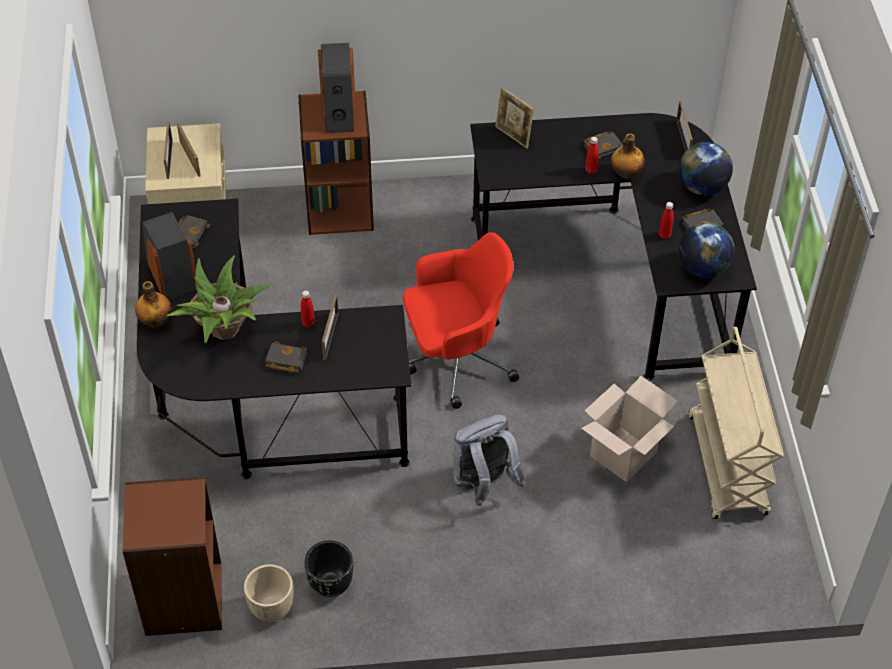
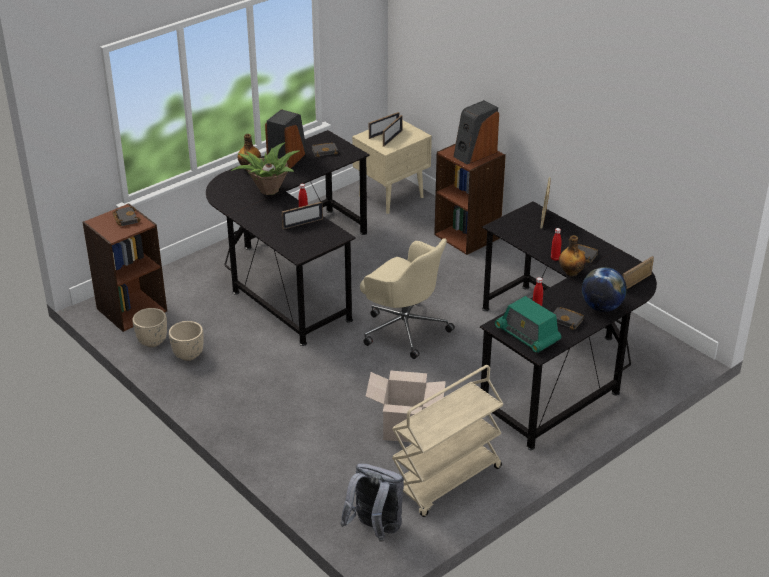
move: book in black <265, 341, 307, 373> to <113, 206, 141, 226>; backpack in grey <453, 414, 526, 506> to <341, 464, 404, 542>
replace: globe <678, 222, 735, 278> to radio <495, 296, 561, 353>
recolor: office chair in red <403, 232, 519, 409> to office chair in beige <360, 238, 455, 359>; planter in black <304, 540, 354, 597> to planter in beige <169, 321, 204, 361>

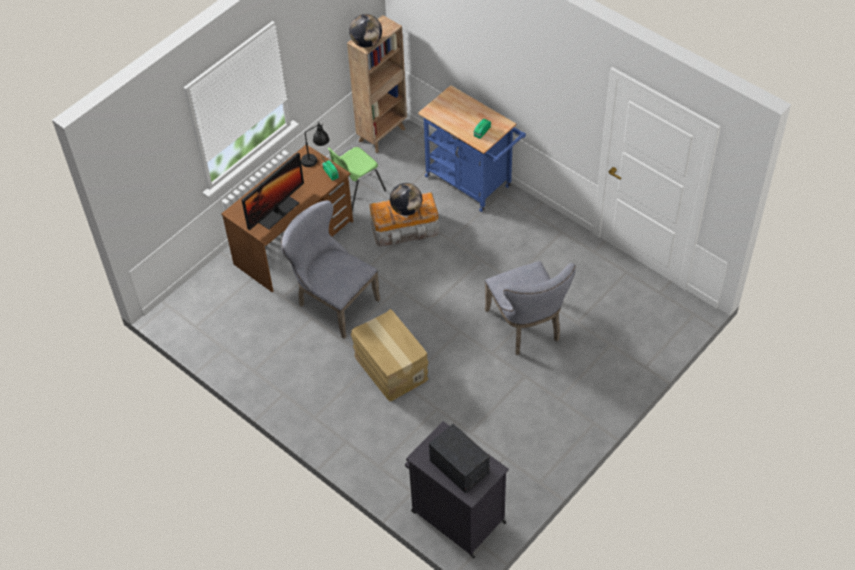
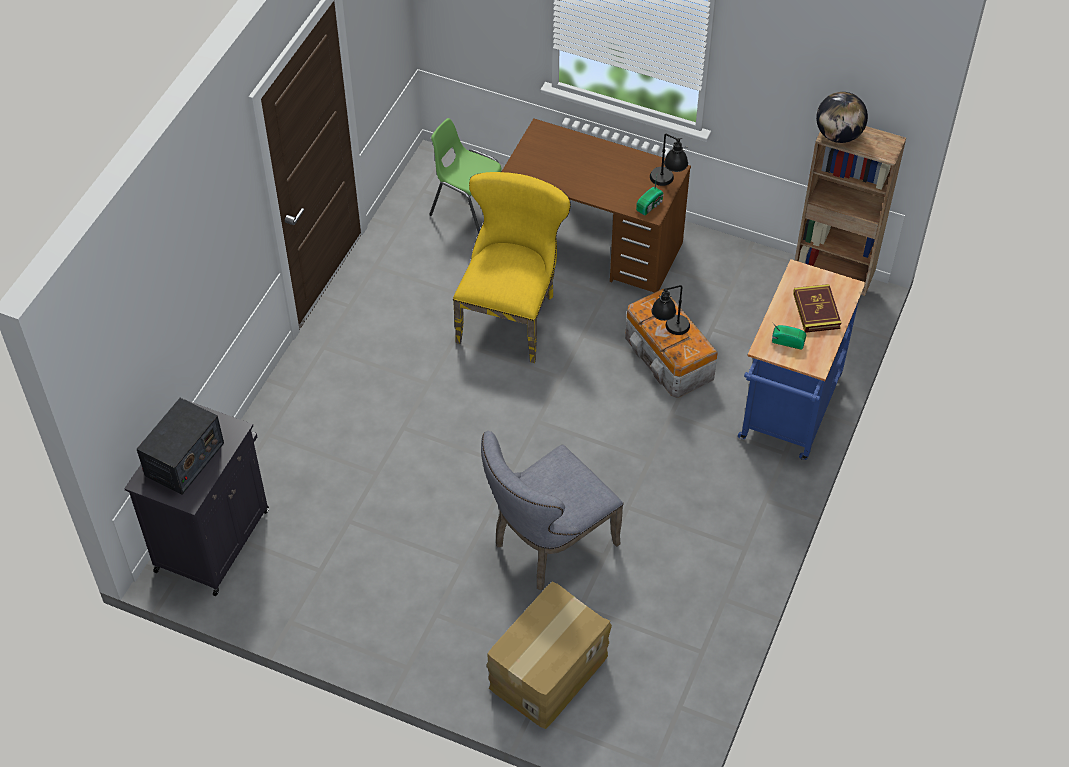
delete: monitor <242, 152, 304, 230>
insert: book <793, 284, 841, 333>
move: chair in green <328, 147, 386, 211> to <429, 118, 502, 233>; cardboard box <351, 309, 428, 401> to <487, 581, 612, 729>
replace: globe <390, 183, 422, 216> to table lamp in black <652, 285, 690, 335>
recolor: chair in grey <281, 200, 380, 339> to chair in yellow <453, 172, 571, 363>

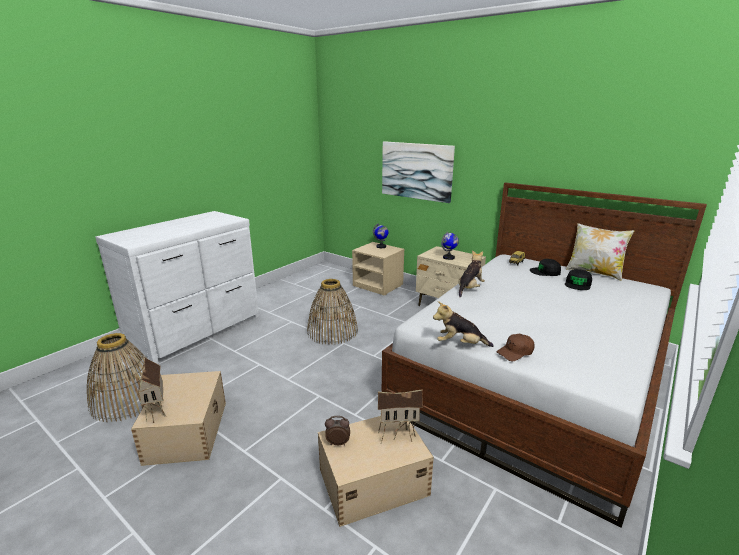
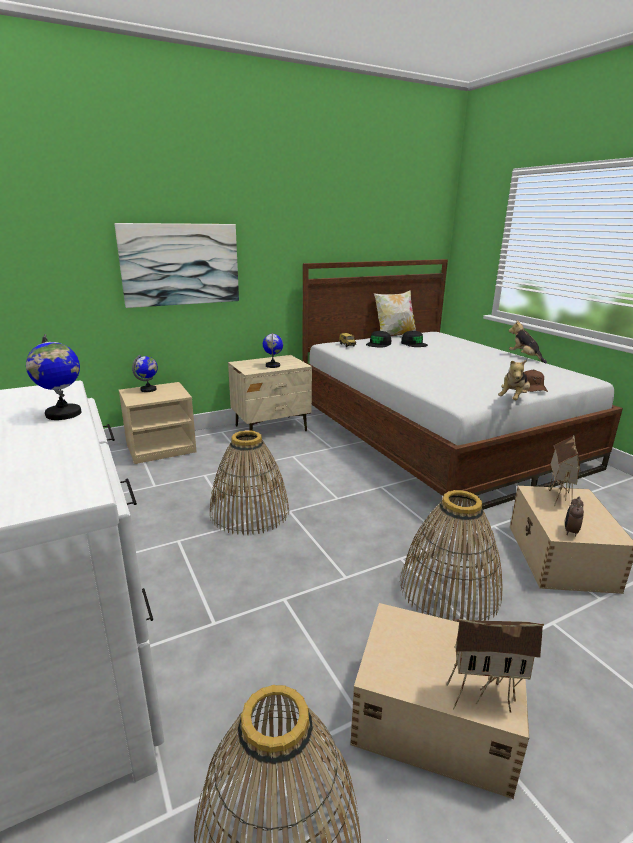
insert: globe <26, 334, 81, 420>; basket <400, 490, 503, 622>
move: plush toy <459, 250, 485, 297> to <509, 320, 547, 363>

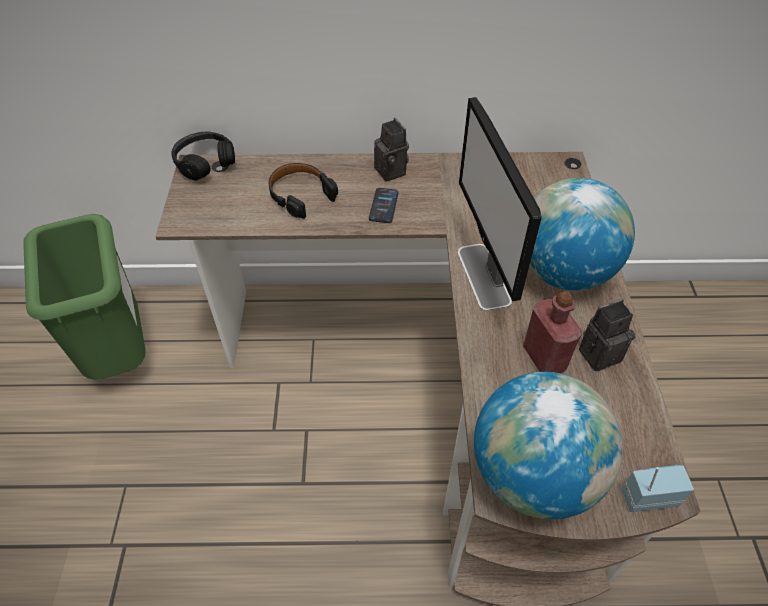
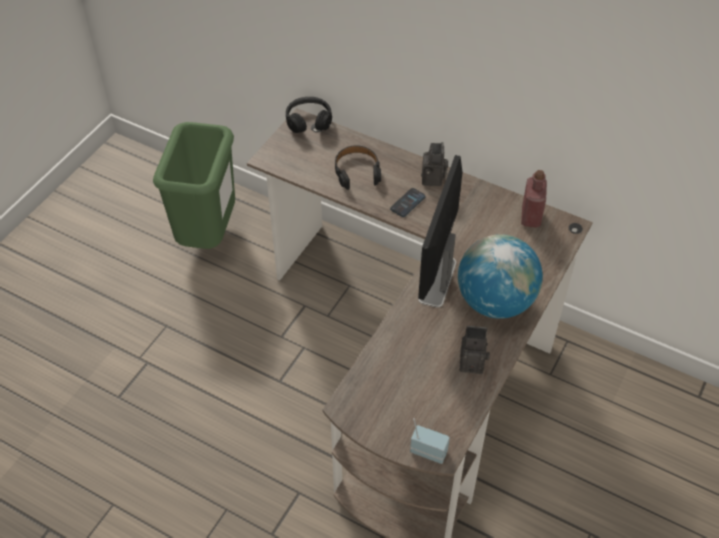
delete: globe <474, 372, 623, 519>
move: bottle in red <523, 291, 583, 373> to <521, 170, 547, 228>

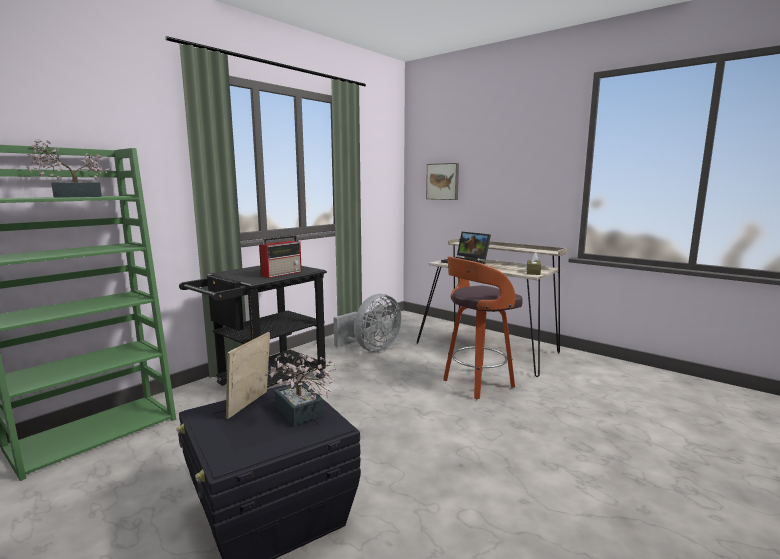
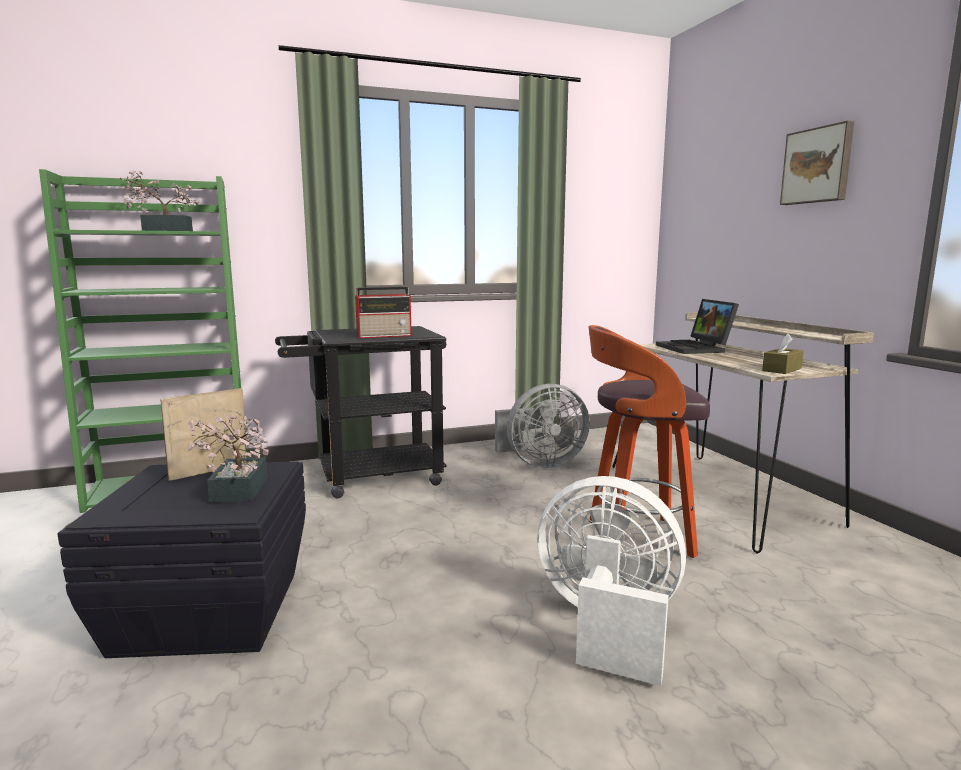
insert: fan in white <537, 476, 686, 686>
move: picture <426, 163, 459, 200> to <780, 121, 854, 205>

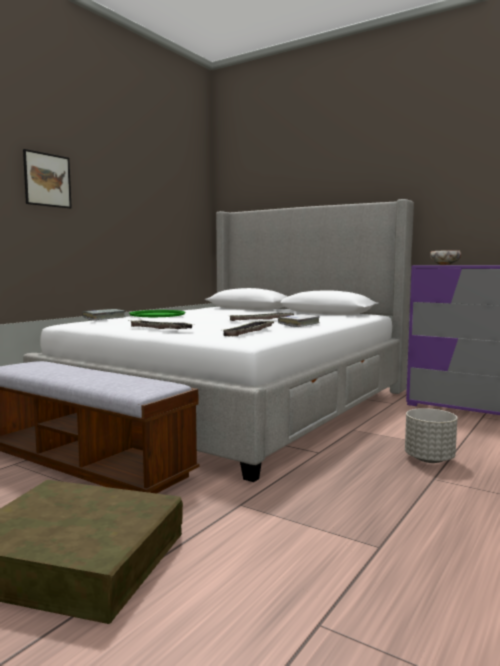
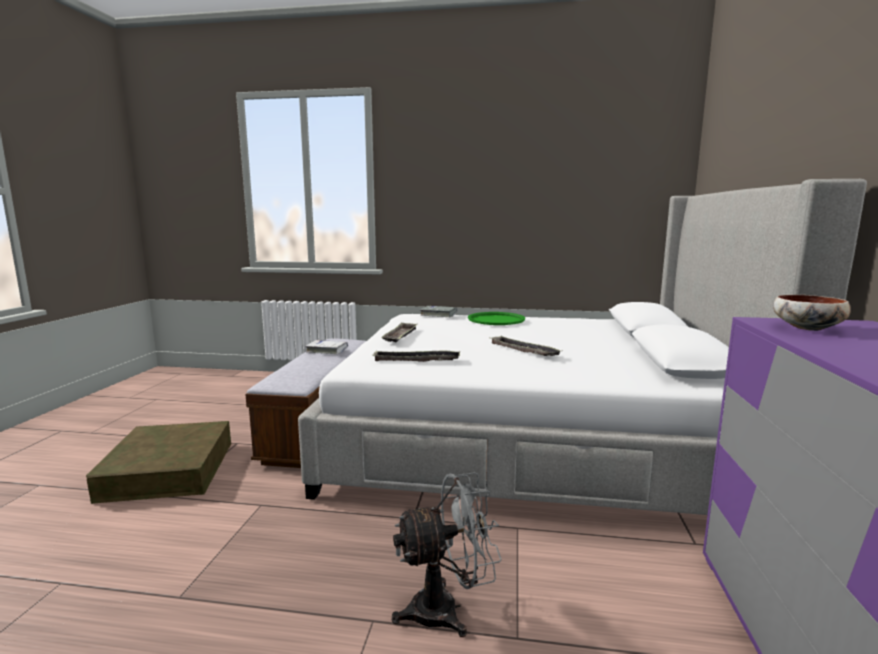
delete: picture <23, 149, 72, 208>
move: book in white <278, 314, 320, 327> to <305, 340, 348, 354>
replace: planter in grey <405, 408, 457, 463> to fan in grey <391, 472, 502, 637>

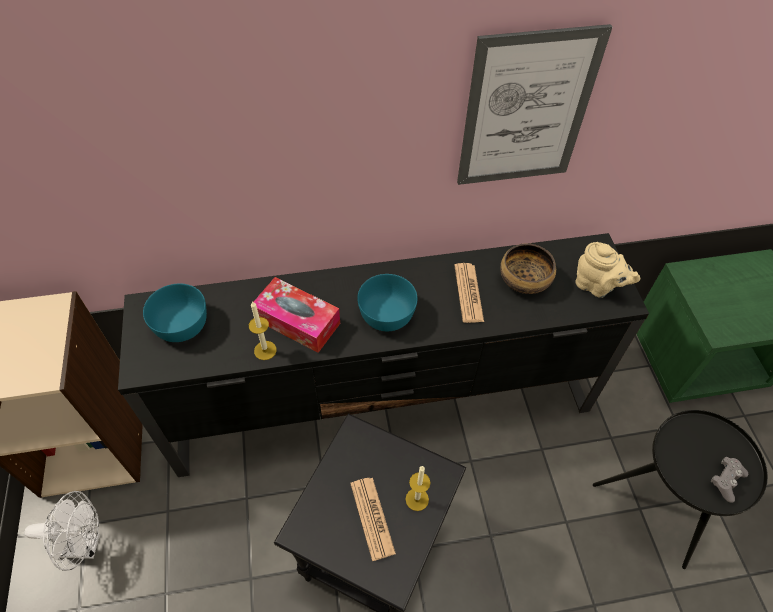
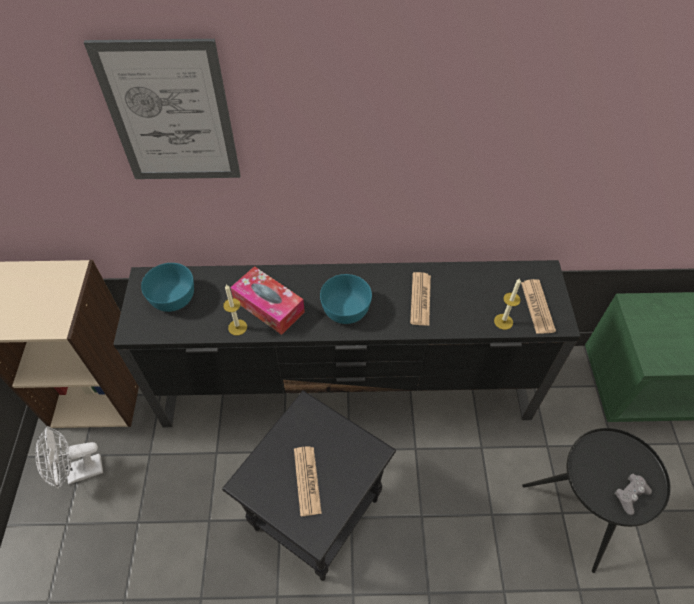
delete: bowl <500, 243, 556, 294>
move: picture <457, 24, 612, 185> to <84, 39, 241, 179>; candle <406, 466, 430, 511> to <494, 279, 521, 330>
replace: teapot in beige <575, 242, 640, 298> to newspaper <521, 279, 556, 334>
rotate: fan in white <24, 491, 100, 571> = <35, 426, 103, 489> 150 degrees clockwise

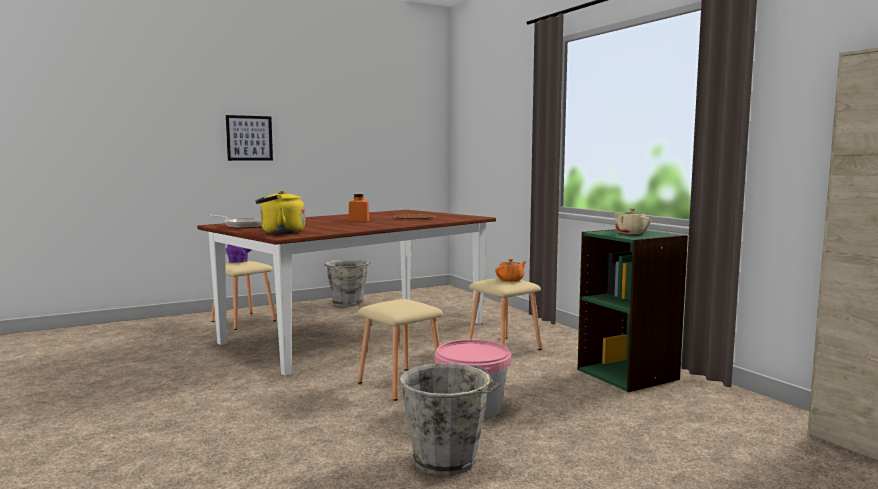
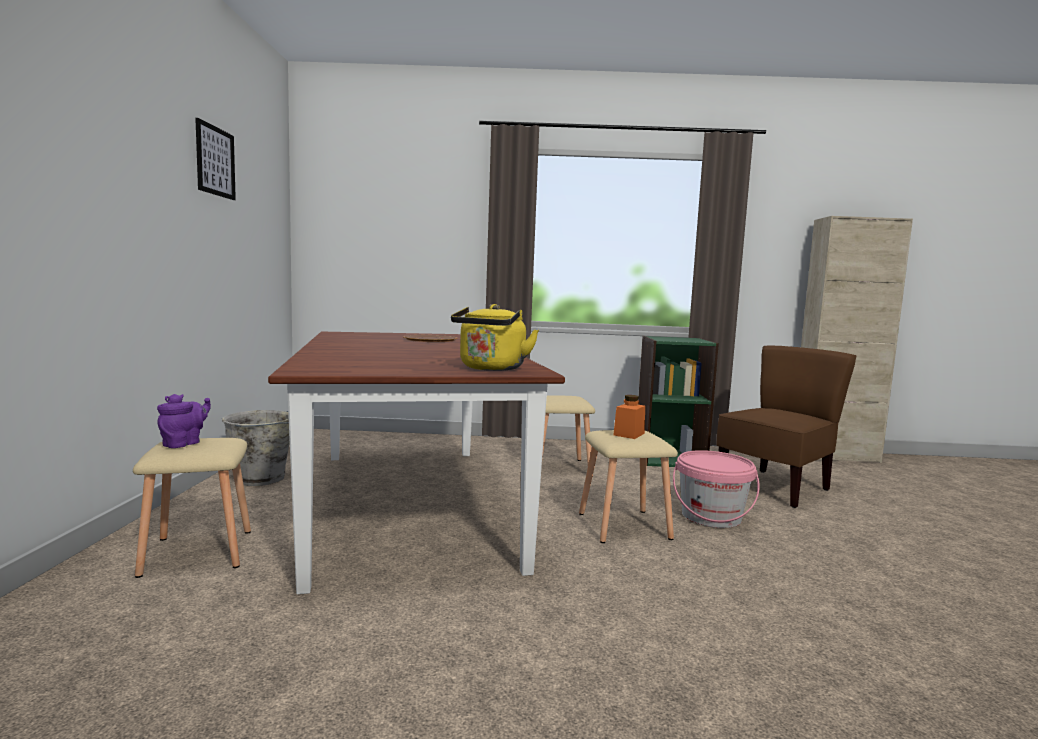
delete: teapot in beige <613, 208, 651, 234>; frying pan <208, 215, 262, 229>; teapot in orange <495, 259, 527, 282>; bucket in grey <399, 363, 500, 476>
insert: chair in brown <717, 346, 856, 508>
move: picture <226, 115, 273, 161> to <195, 118, 236, 200>; jar in orange <348, 194, 369, 222> to <613, 395, 645, 439>

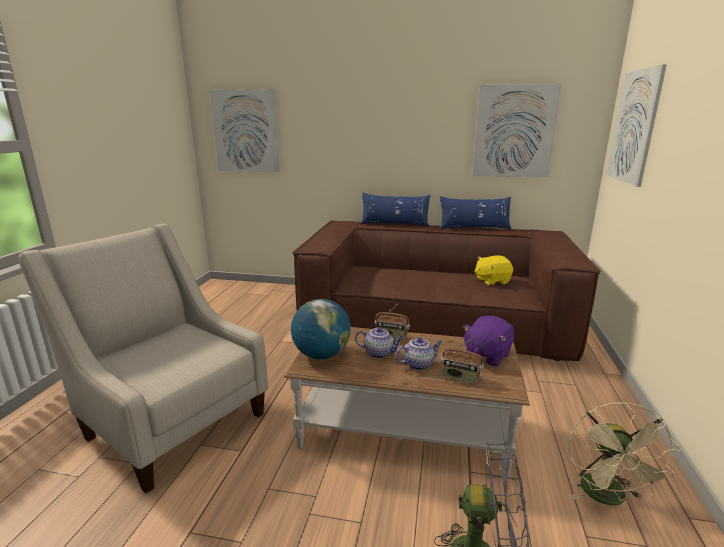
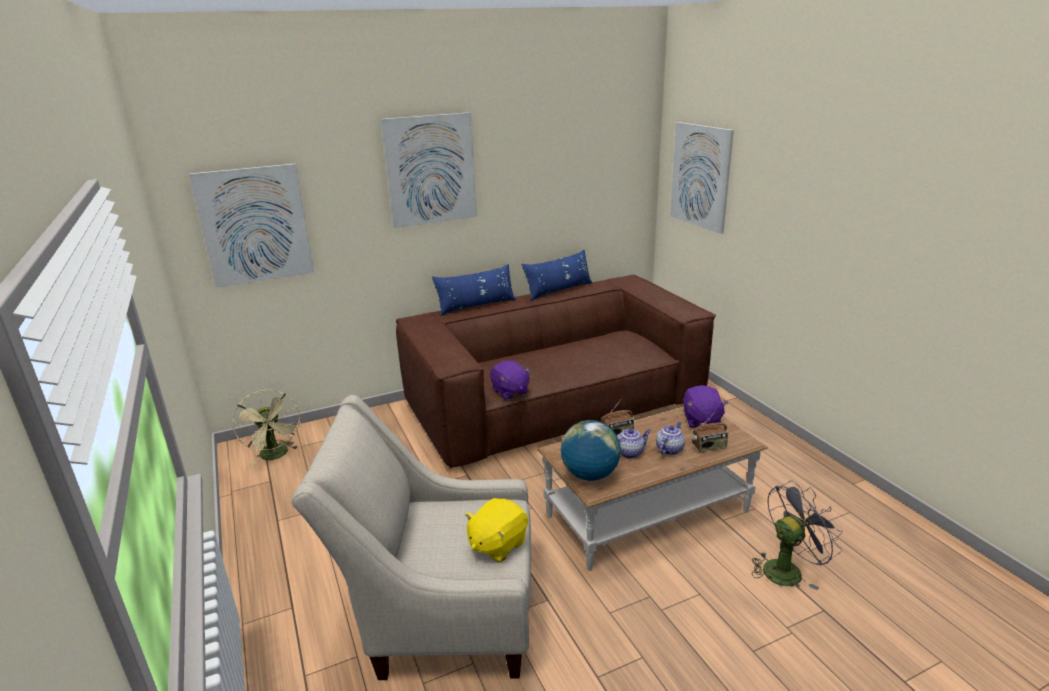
insert: plush toy in purple <490, 360, 531, 400>
move: picture <472, 84, 561, 177> to <381, 112, 477, 228>; plush toy in yellow <474, 255, 513, 286> to <465, 498, 528, 562>; fan in beige <569, 402, 681, 506> to <232, 390, 301, 465>

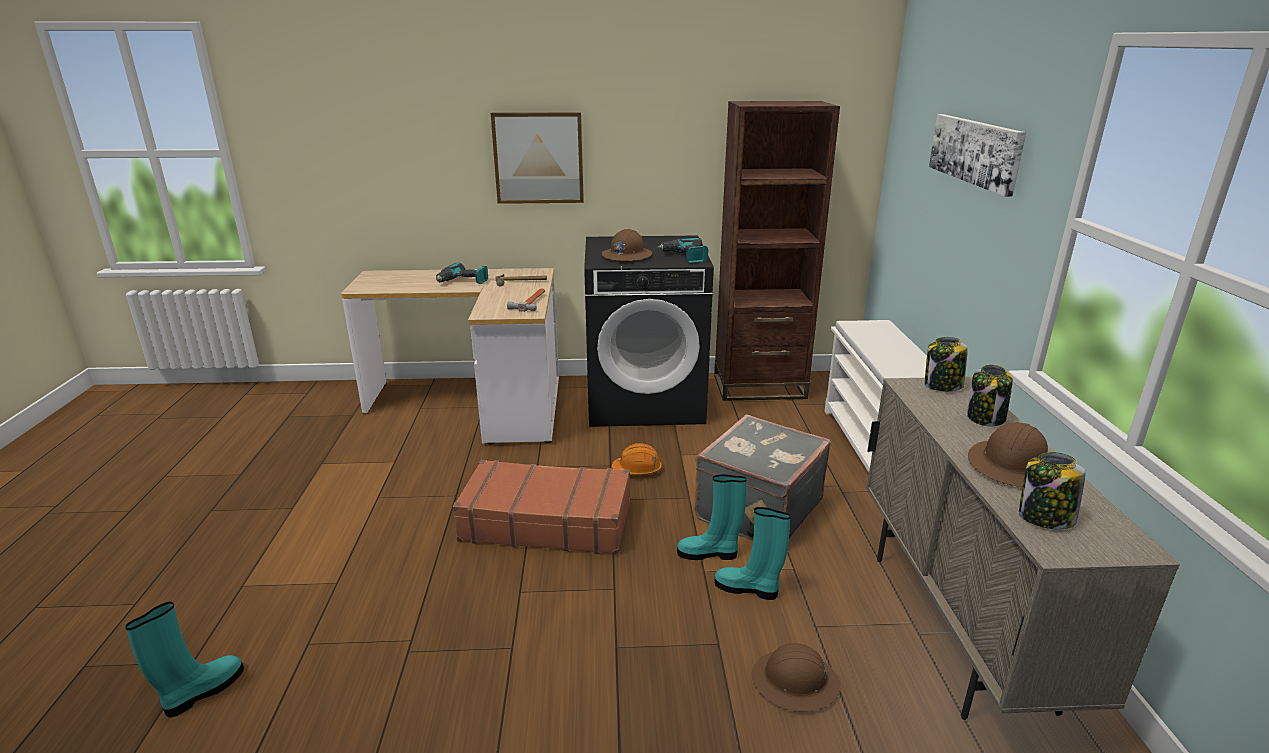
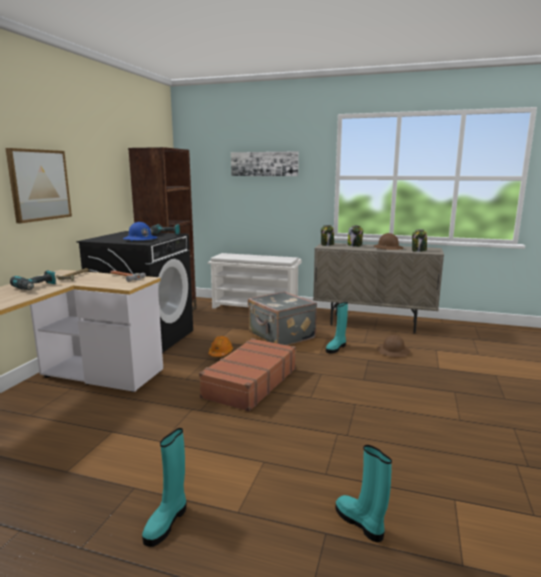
move: boot in turquoise <677, 474, 747, 560> to <142, 428, 186, 547>
recolor: hard hat in brown <602, 229, 652, 261> to hard hat in blue <123, 222, 157, 241>

